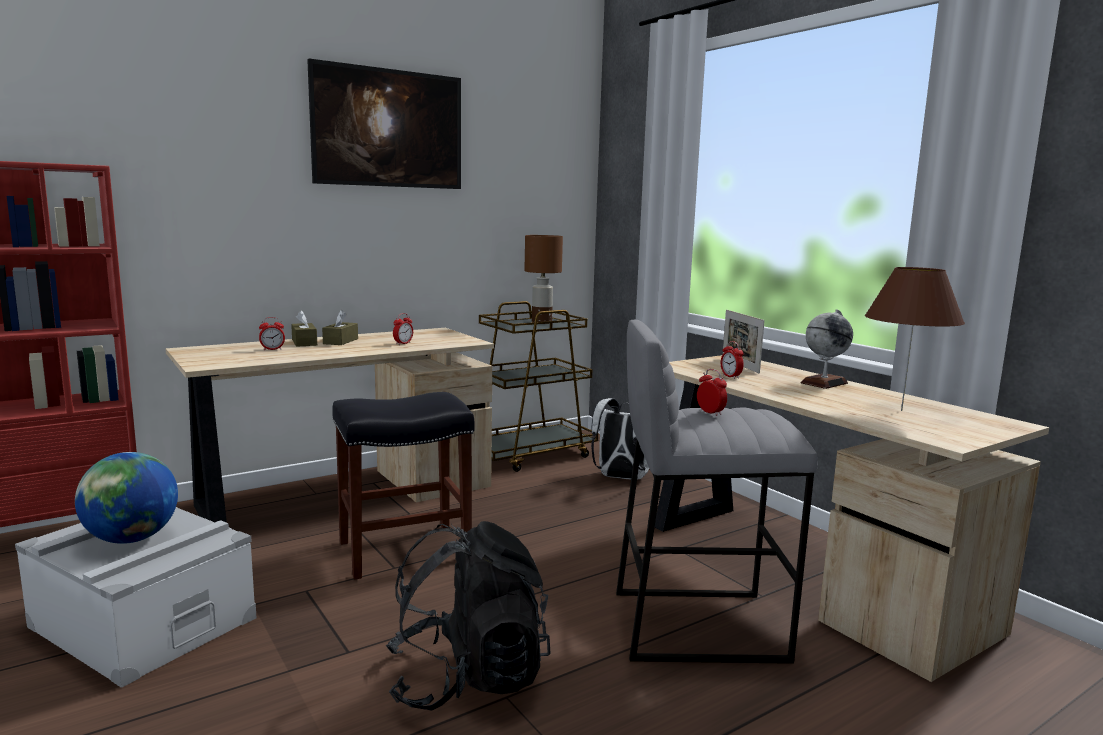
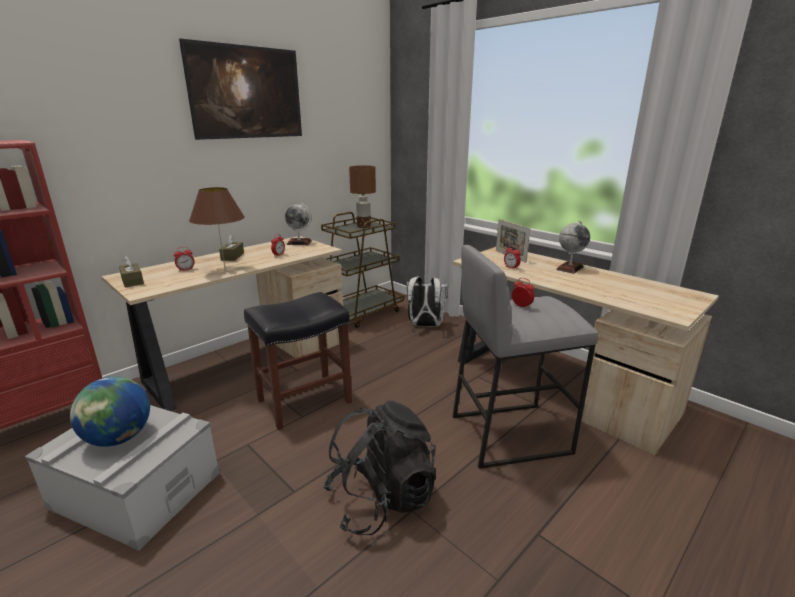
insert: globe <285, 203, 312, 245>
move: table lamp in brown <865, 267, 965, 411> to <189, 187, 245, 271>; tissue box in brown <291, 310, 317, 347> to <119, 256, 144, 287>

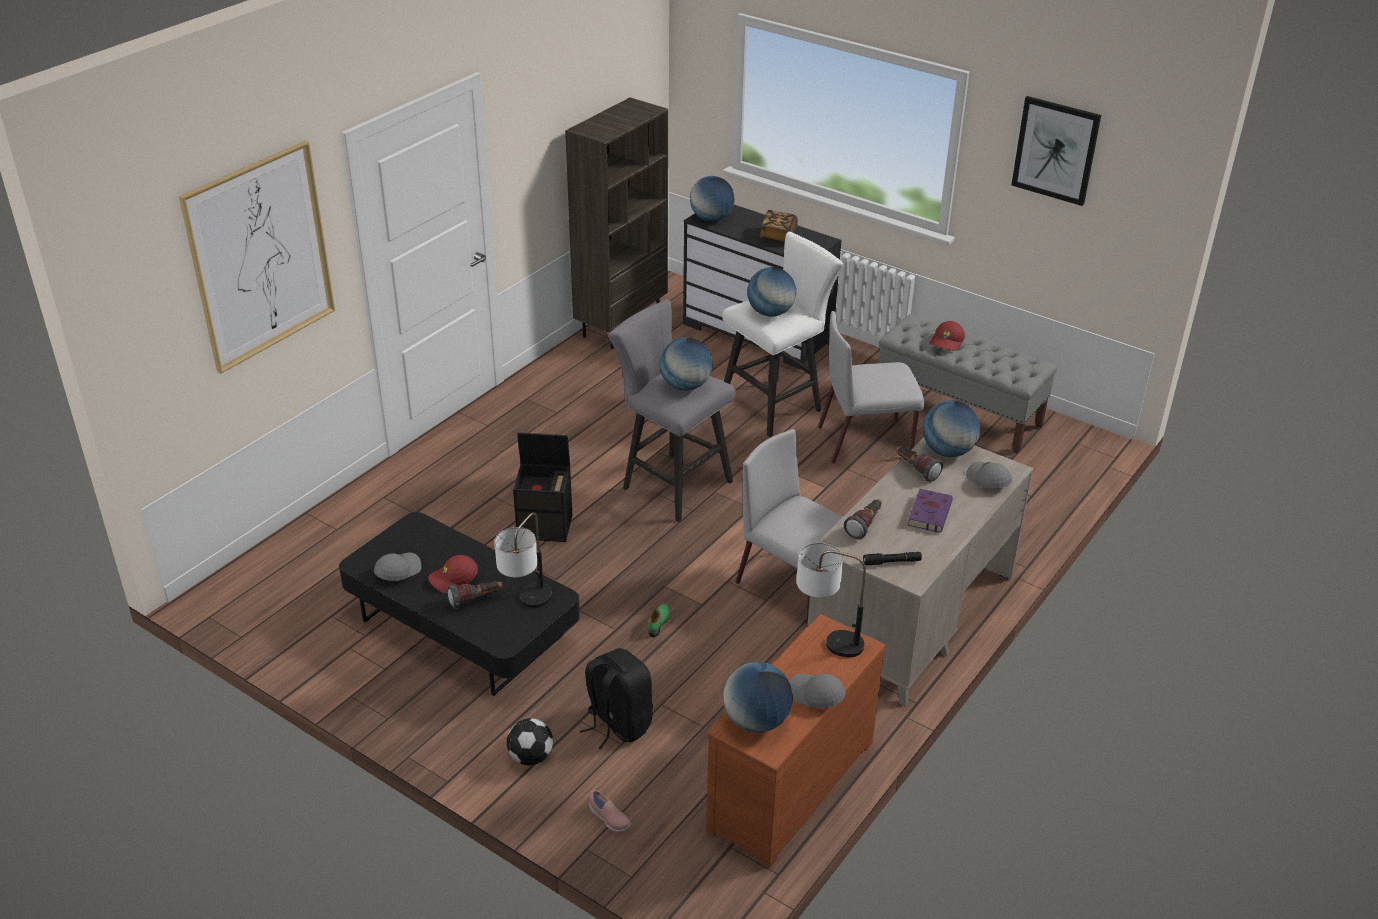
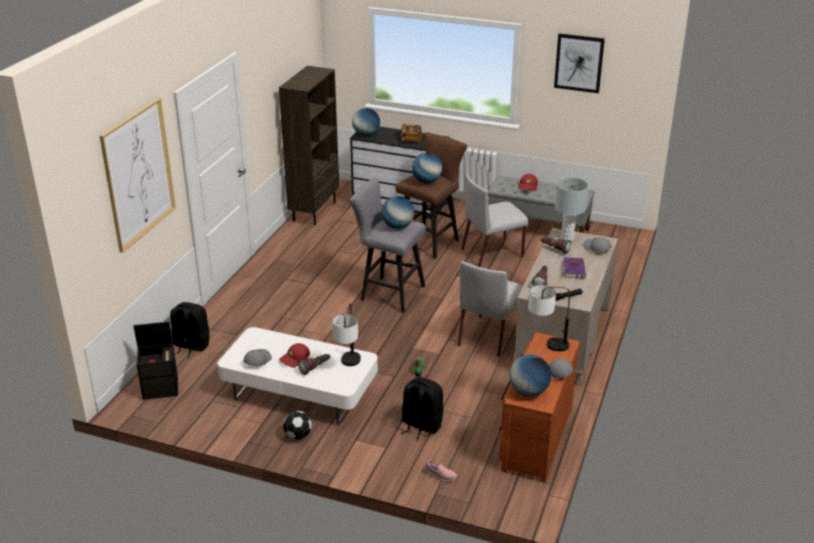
insert: backpack in black <170, 302, 209, 358>
move: storage box in black <513, 432, 572, 542> to <133, 321, 178, 400>; football <507, 718, 553, 766> to <283, 411, 312, 440>
replace: globe <923, 400, 980, 457> to table lamp in grey <555, 177, 589, 240>
recolor: stool in white <723, 232, 843, 437> to stool in brown <396, 132, 467, 259>; coffee table in black <339, 512, 580, 696> to coffee table in white <217, 327, 378, 425>
rotate: chair in grey <735, 429, 842, 625> = <458, 261, 523, 357> 90 degrees counterclockwise

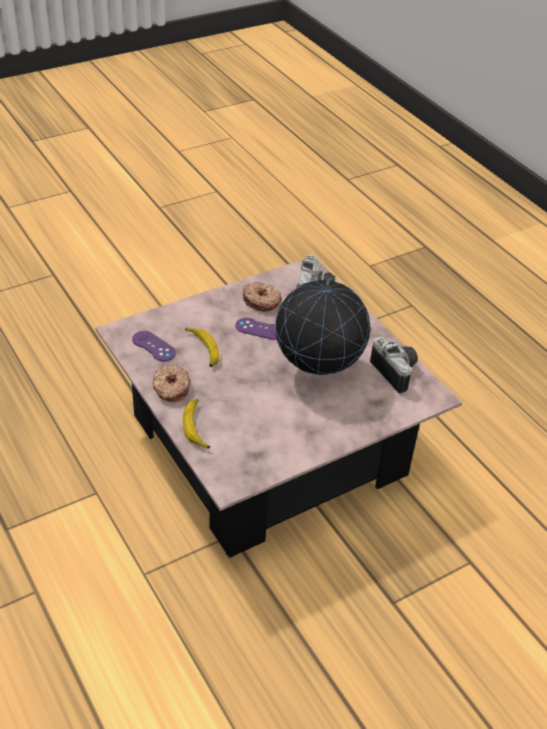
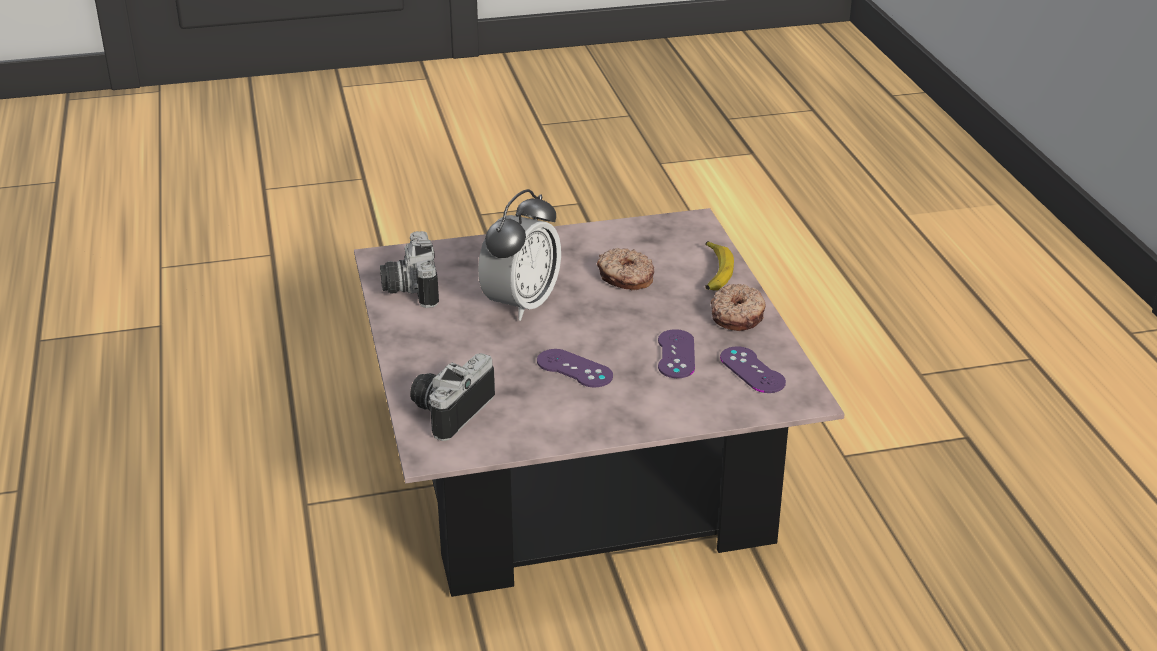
move: donut <243, 281, 282, 311> to <597, 248, 654, 290>
replace: globe <275, 278, 370, 375> to alarm clock <478, 189, 561, 321>; banana <185, 328, 219, 367> to game controller in purple <658, 329, 695, 378>

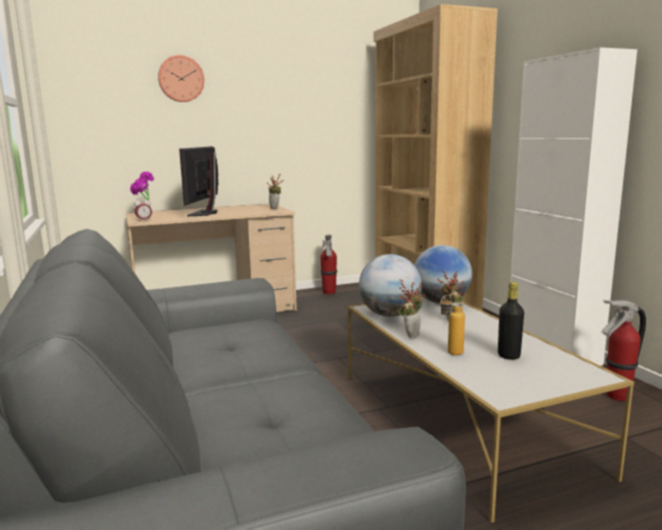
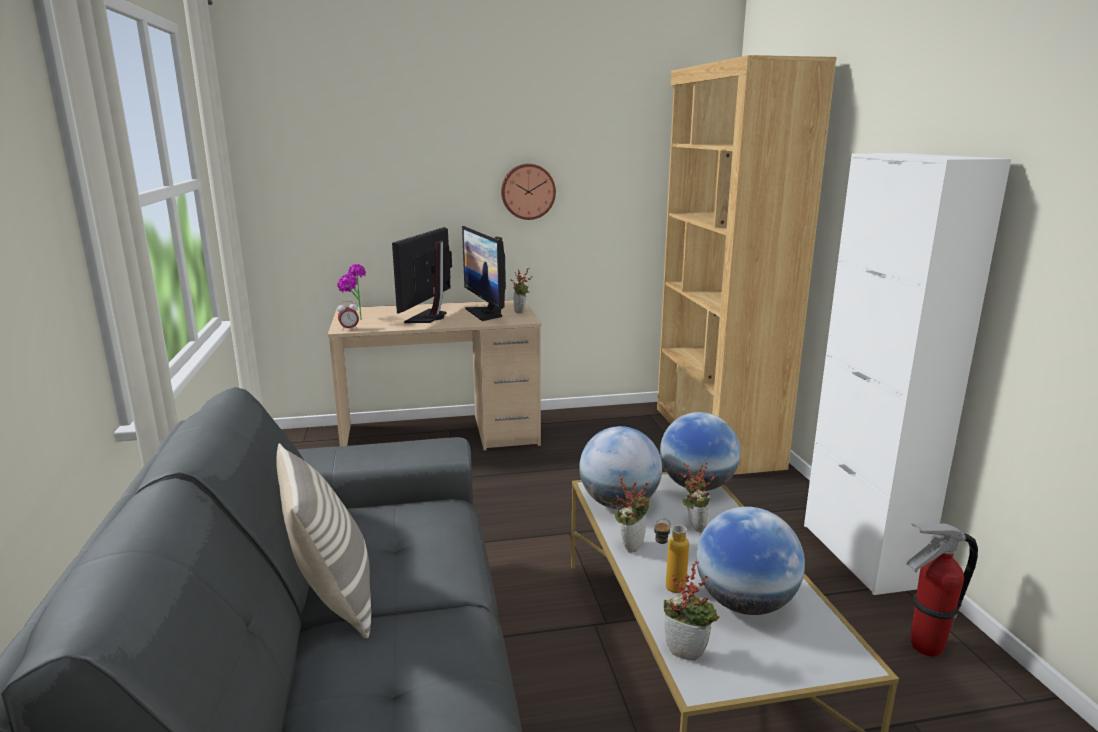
delete: fire extinguisher <320, 235, 337, 294>
insert: monitor <462, 226, 506, 321>; pillow <276, 443, 371, 639>; potted plant <664, 561, 719, 661>
move: wall clock <158, 55, 204, 102> to <501, 164, 556, 220>
replace: bottle in black <498, 282, 524, 360> to globe <696, 507, 805, 615>

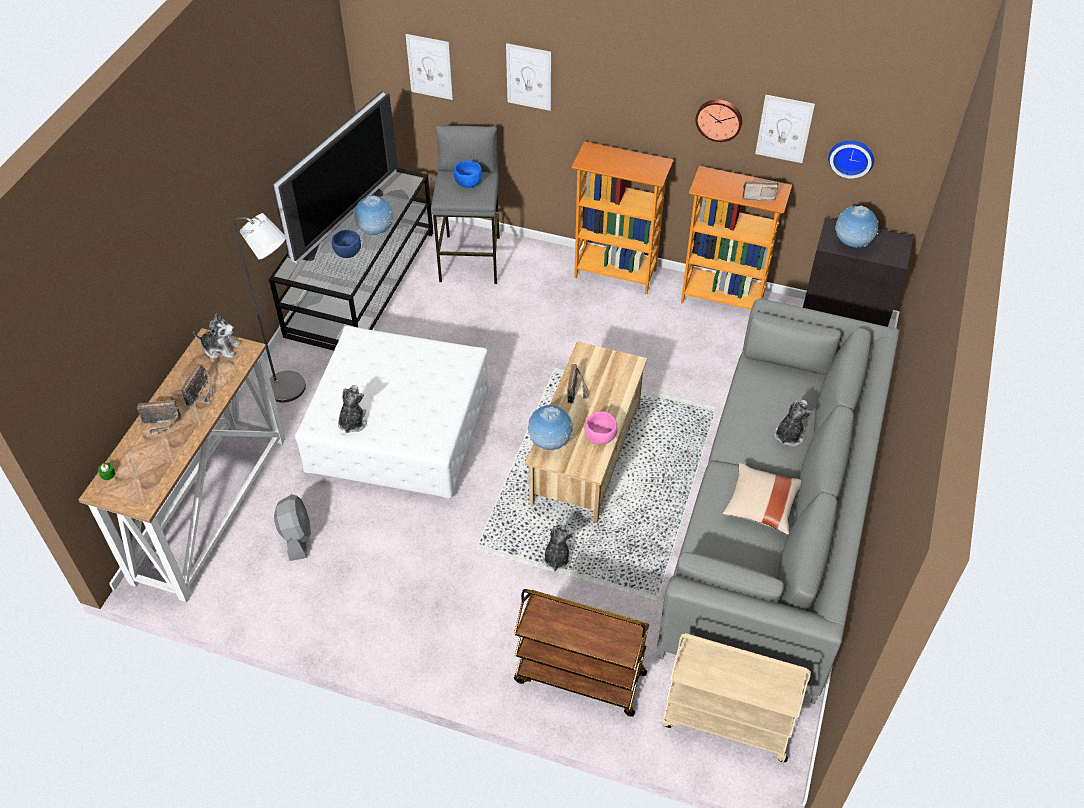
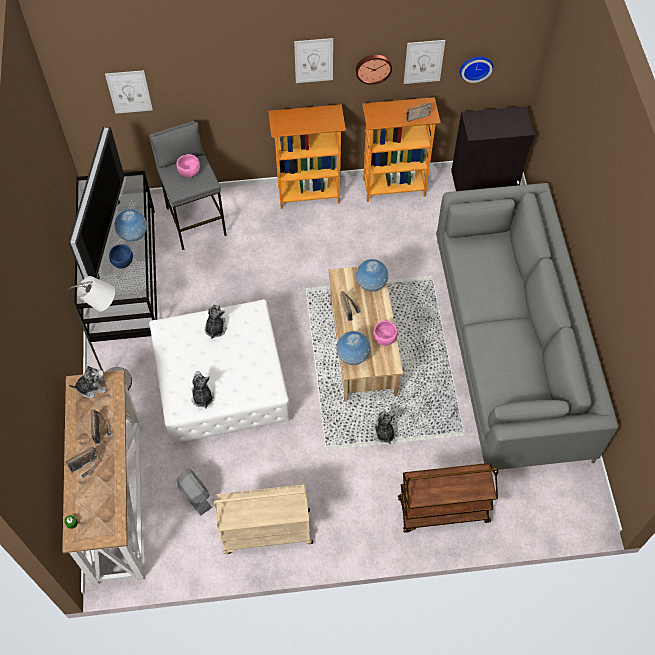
delete: pillow in beige <723, 463, 801, 535>
move: picture <506, 43, 551, 111> to <294, 38, 333, 83>; globe <835, 206, 879, 248> to <356, 259, 389, 292>; plush toy <774, 400, 812, 446> to <204, 302, 226, 339>; cart in beige <661, 633, 811, 762> to <214, 485, 313, 554>
recolor: bowl in blue <454, 160, 482, 188> to bowl in pink <176, 154, 200, 177>

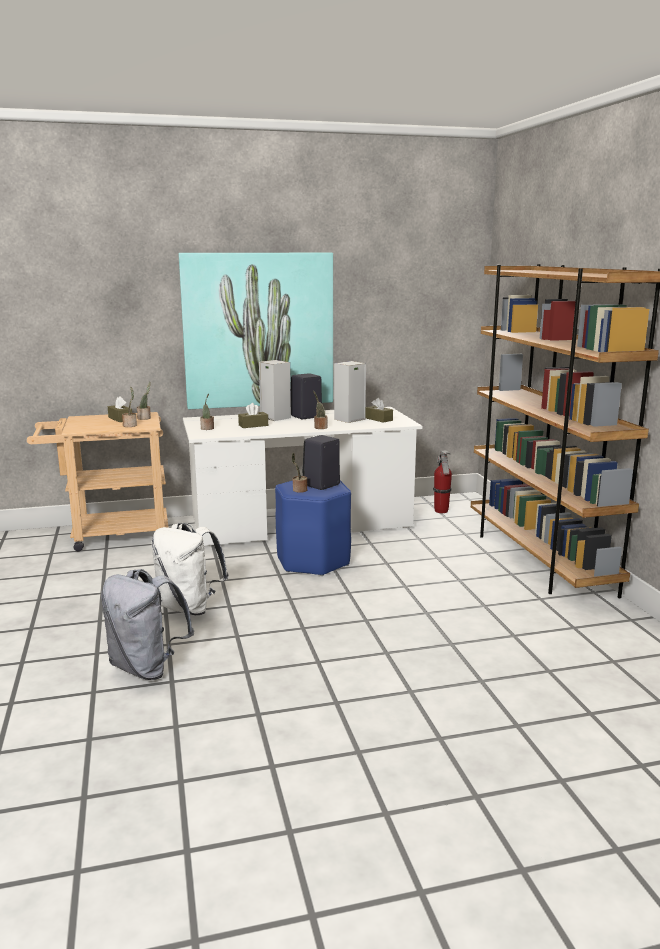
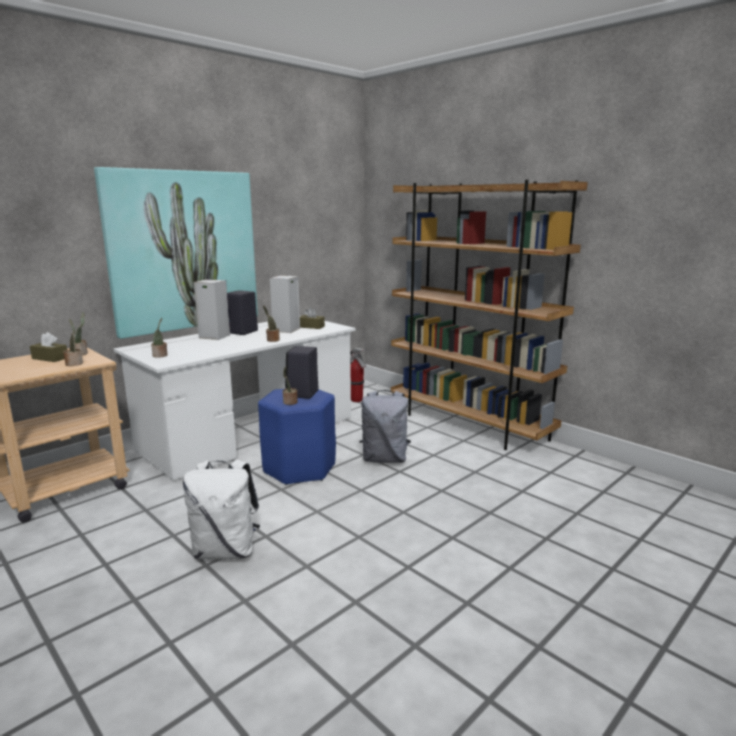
delete: tissue box in brown <238, 403, 268, 428>
move: backpack in grey <101, 569, 194, 680> to <359, 390, 411, 463>

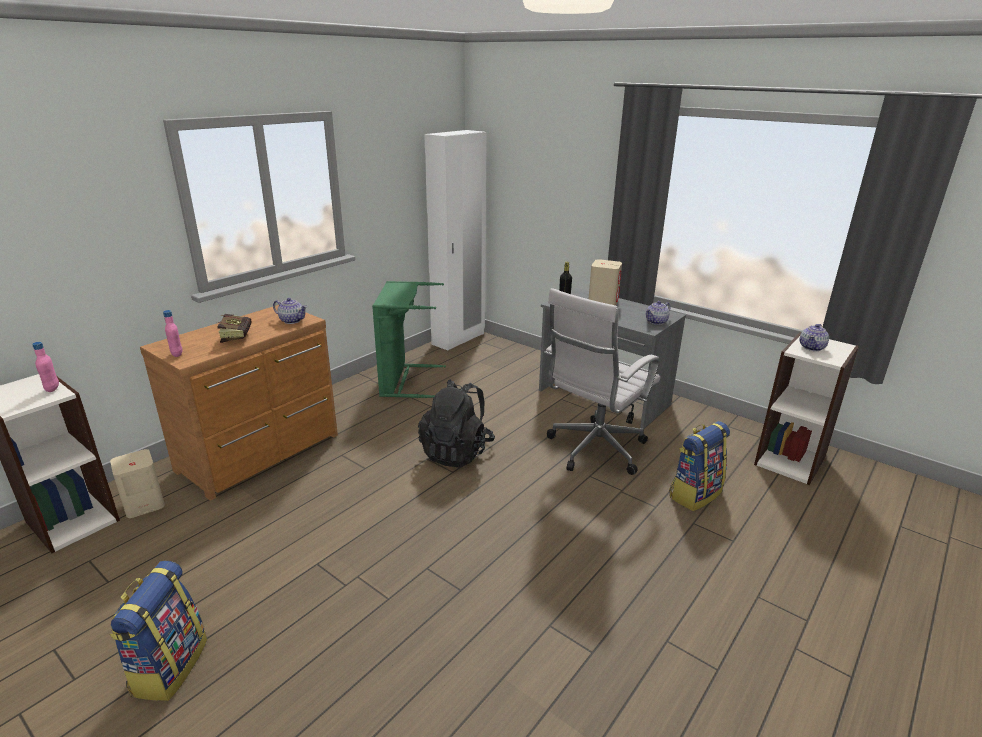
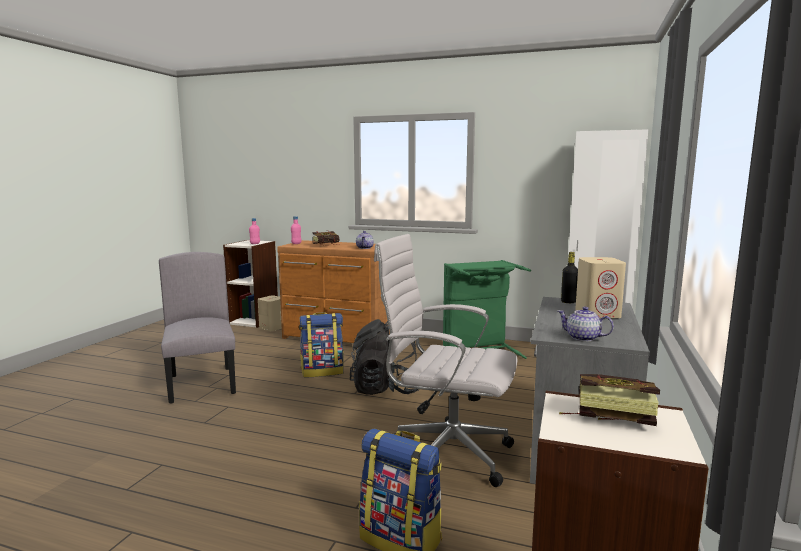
insert: chair in grey <159, 252, 236, 403>
move: backpack <110, 561, 207, 701> to <299, 312, 344, 377>
replace: teapot <800, 324, 829, 351> to book <559, 374, 660, 426>

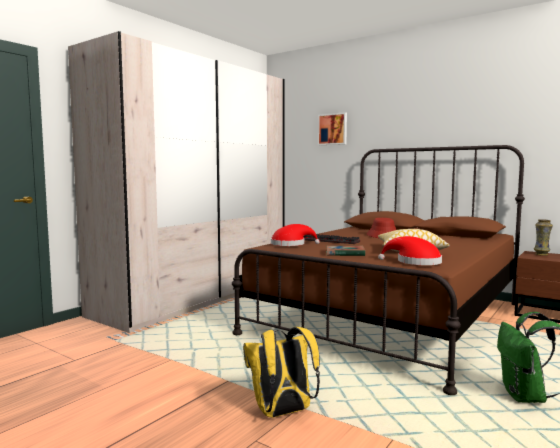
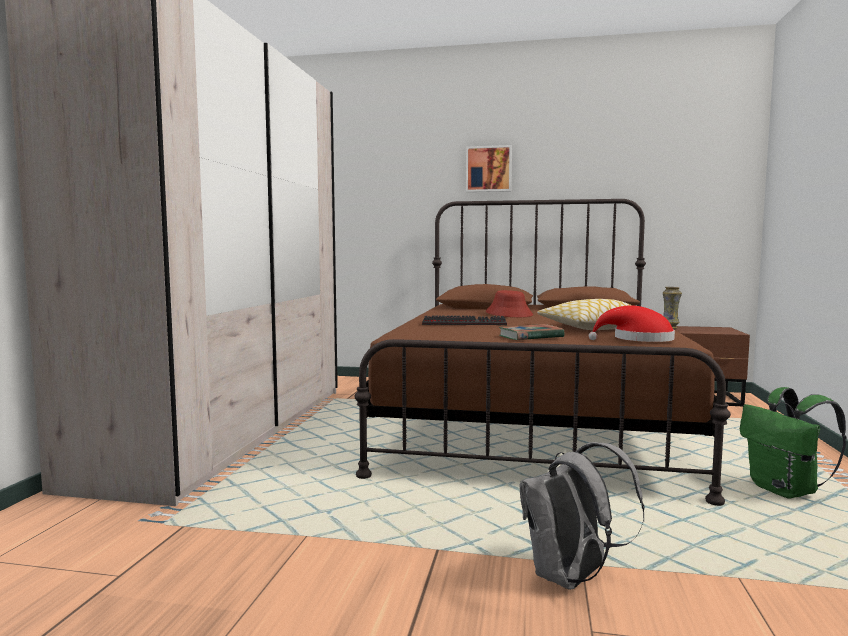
delete: hat in red <271, 224, 320, 246>
move: picture <318, 112, 347, 145> to <466, 145, 512, 192>
recolor: backpack in yellow <243, 327, 320, 418> to backpack in grey <520, 442, 644, 590>

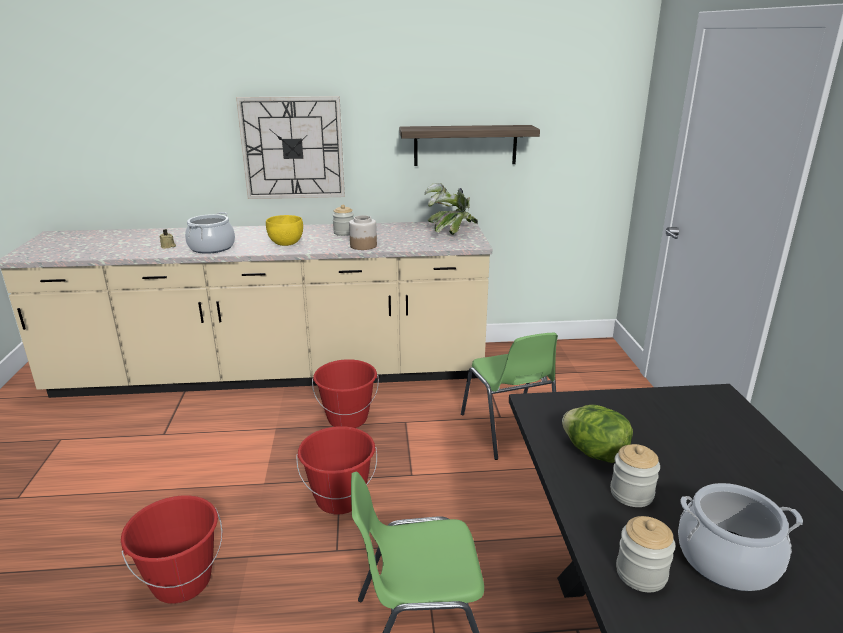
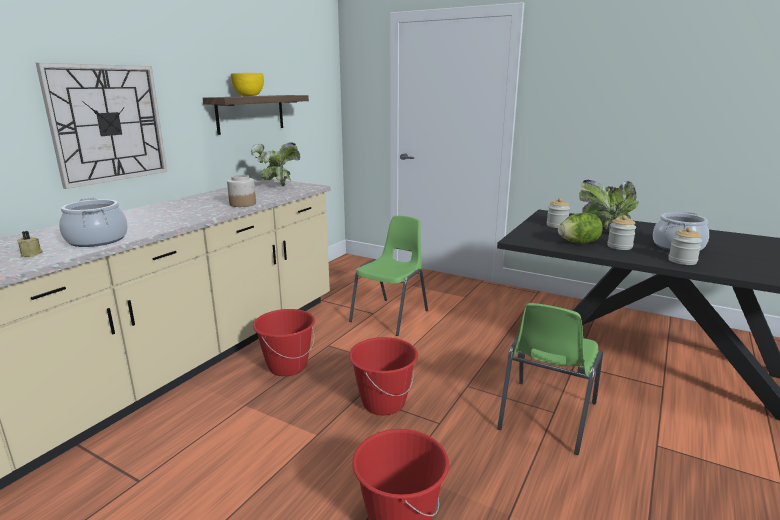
insert: potted plant <579, 180, 638, 230>
move: jar <332, 205, 354, 236> to <546, 198, 570, 228>; bowl in yellow <266, 215, 303, 246> to <230, 73, 264, 96>
rotate: chair in green <461, 333, 558, 460> = <349, 216, 428, 336> 75 degrees counterclockwise

